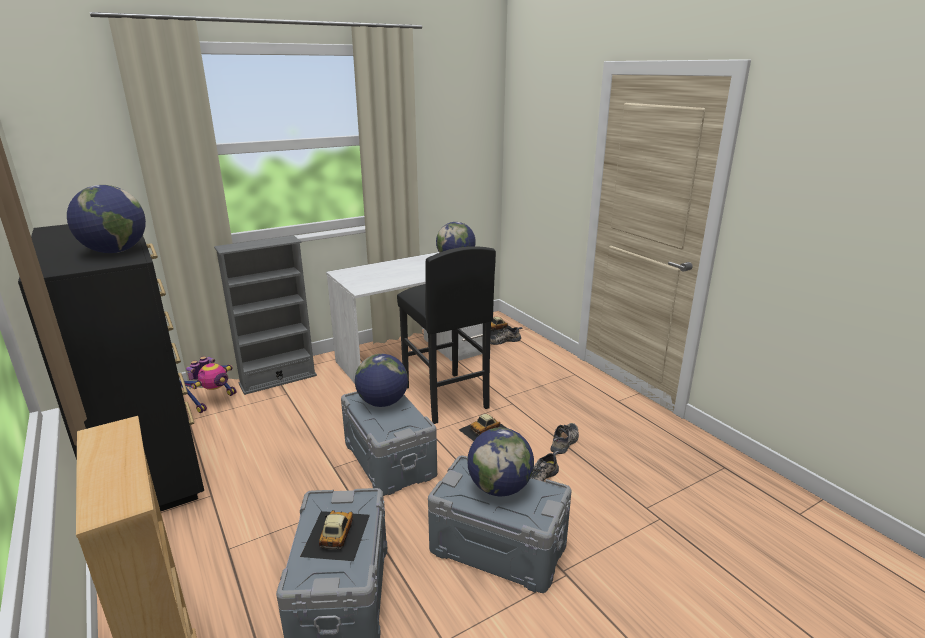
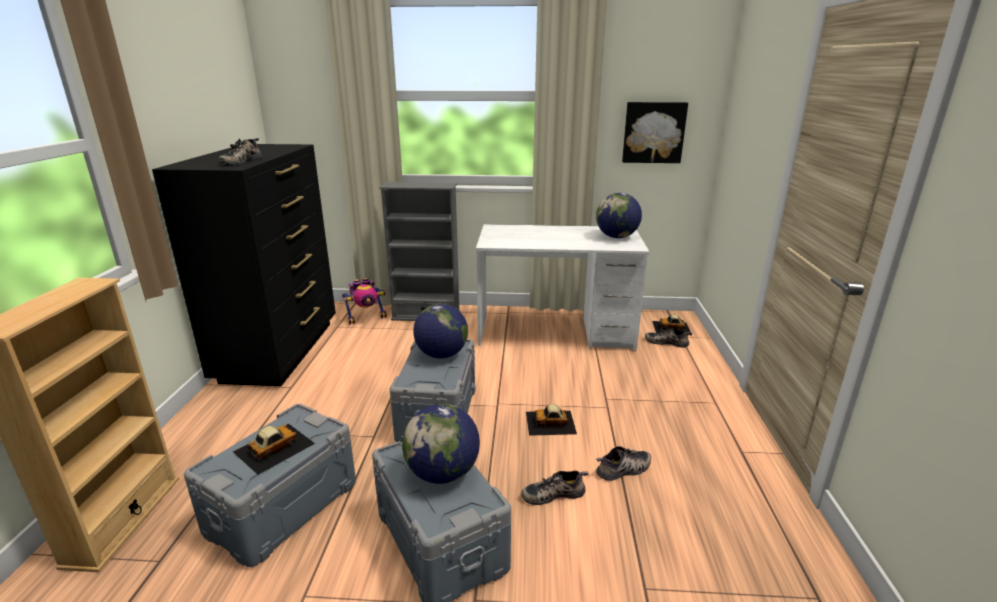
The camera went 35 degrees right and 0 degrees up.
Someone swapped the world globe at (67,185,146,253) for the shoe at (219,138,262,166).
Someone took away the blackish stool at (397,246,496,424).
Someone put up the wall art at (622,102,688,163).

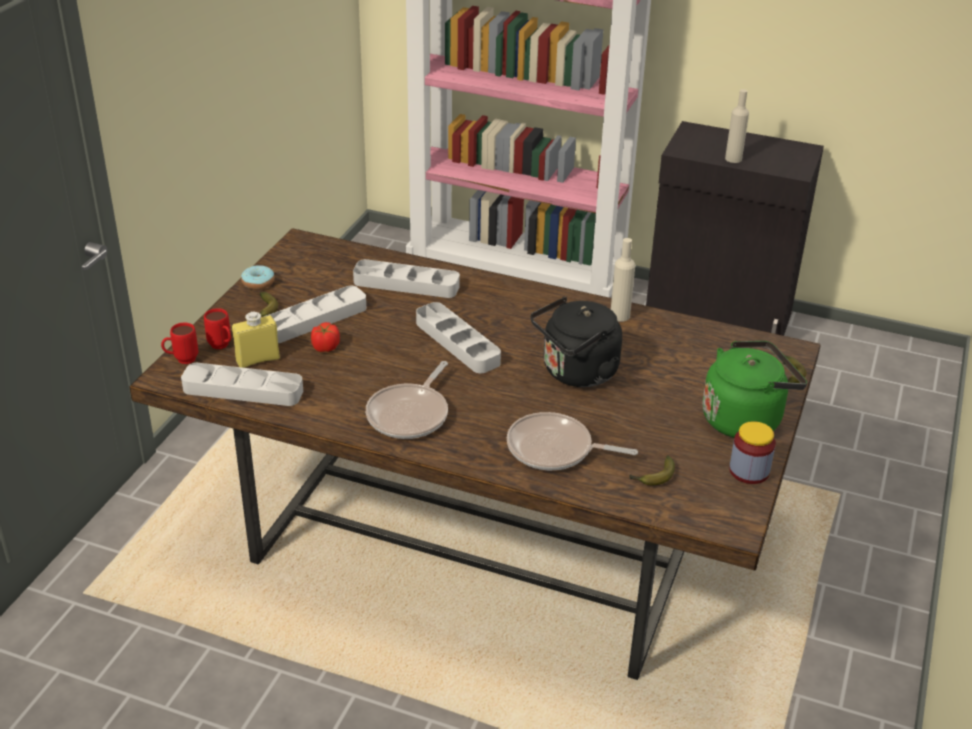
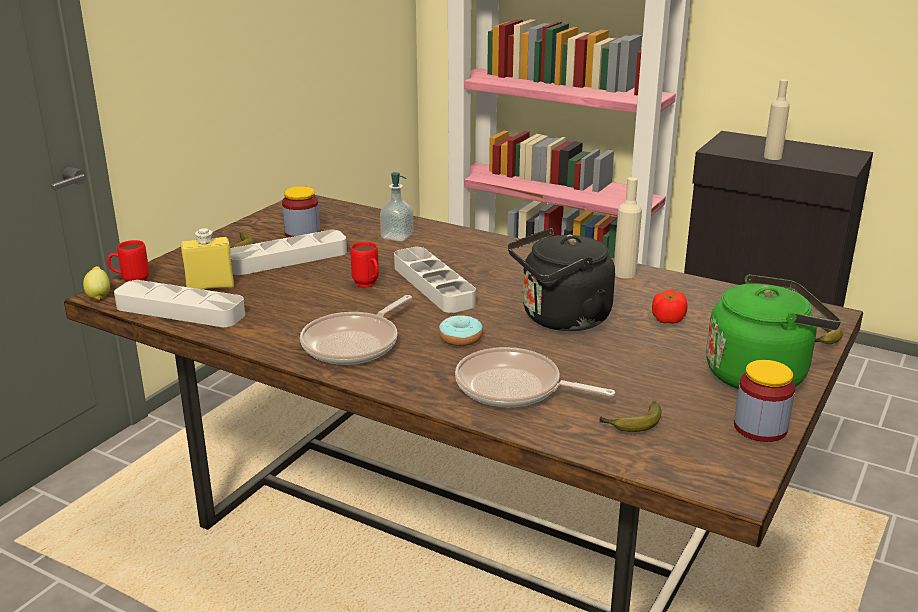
The camera went 10 degrees right and 10 degrees down.
Someone carried the red-coloured coffee mug from (204,308,231,349) to (350,242,379,288).
Someone carried the ring doughnut from (241,265,275,290) to (439,315,483,346).
Someone carried the fresh tomato from (311,322,340,352) to (652,290,687,324).
Someone swapped the gray tray at (353,259,460,298) for the soap dispenser at (380,172,414,242).
Someone put down the lemon at (83,266,110,300).
Someone put down the jar at (282,186,320,238).

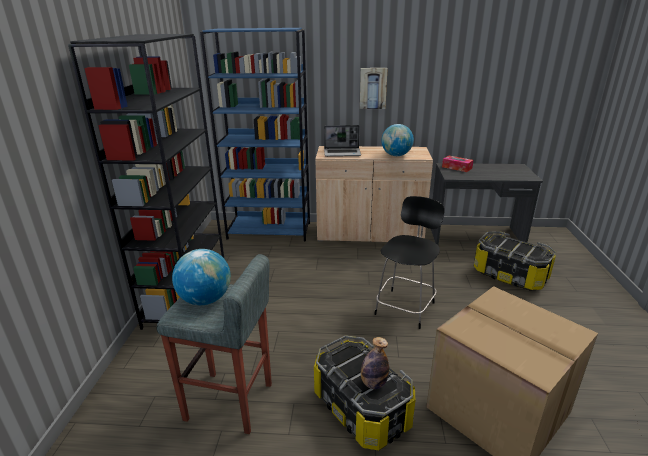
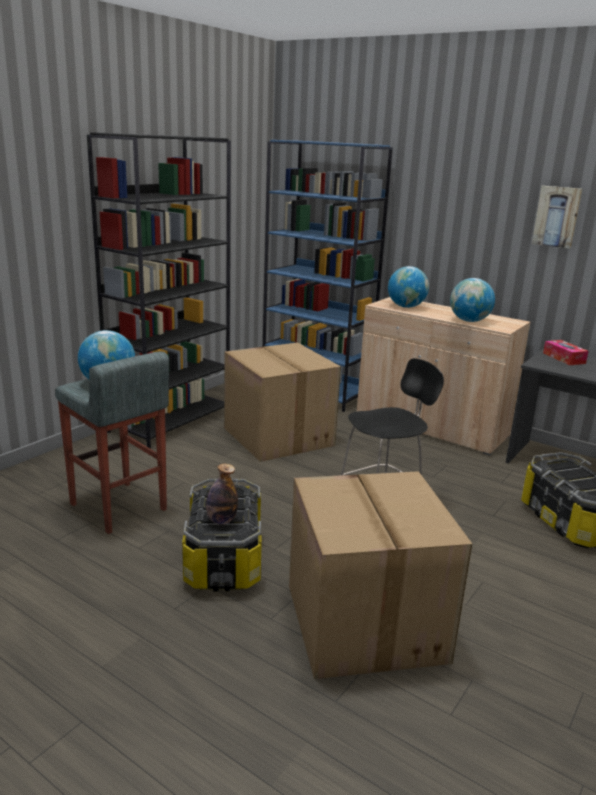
The camera went 30 degrees right and 5 degrees down.
Someone swapped the notebook computer at (324,125,361,157) for the world globe at (388,266,429,308).
Someone carried the wall art from (360,68,388,109) to (532,186,583,249).
Someone put down the carton at (224,343,341,462).

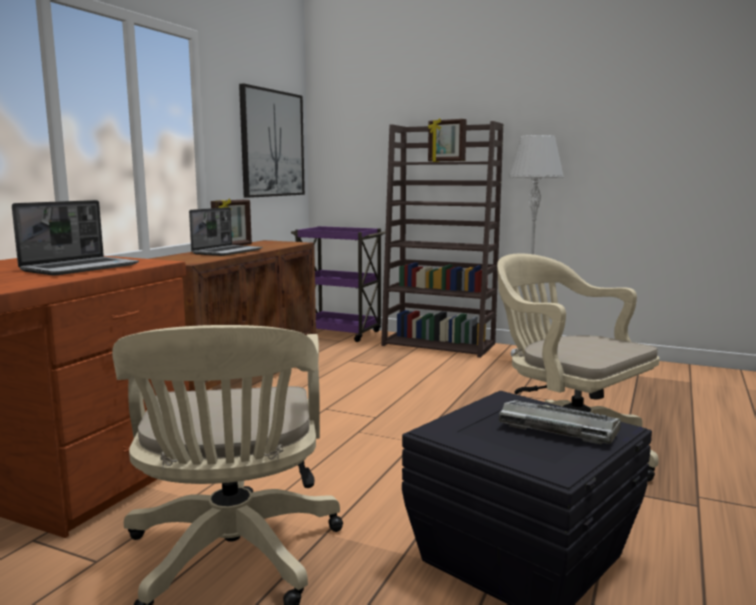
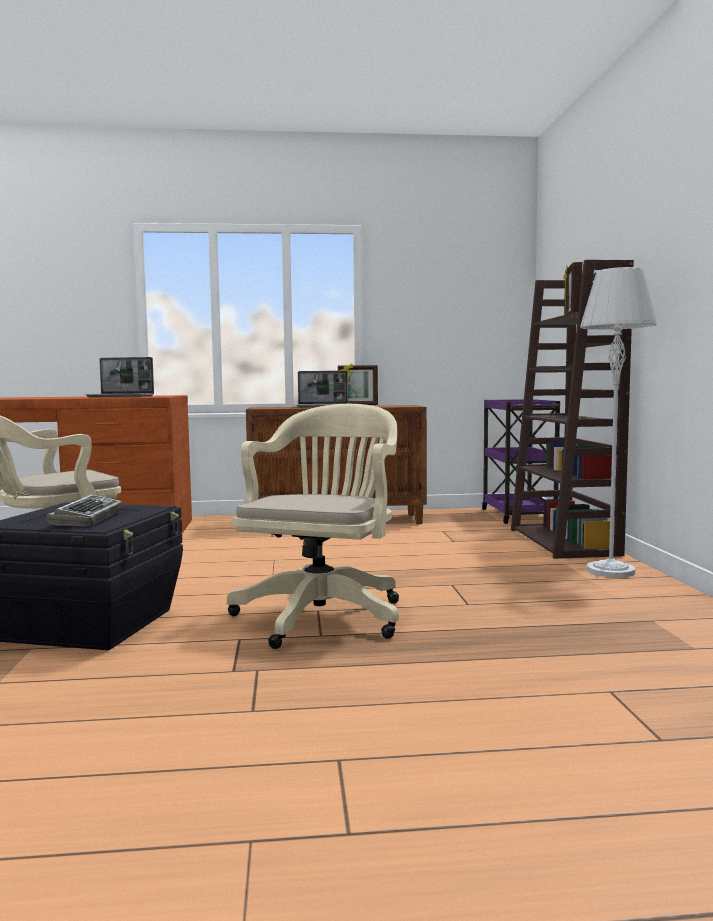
The camera went 60 degrees right and 5 degrees down.
Someone took away the wall art at (239,83,305,198).

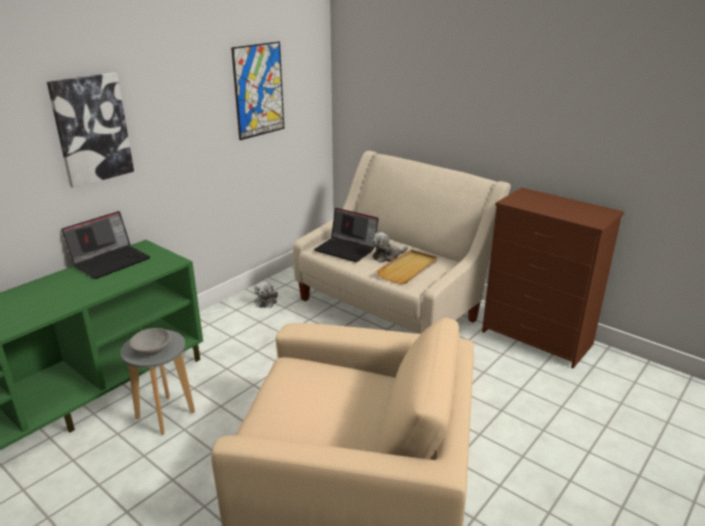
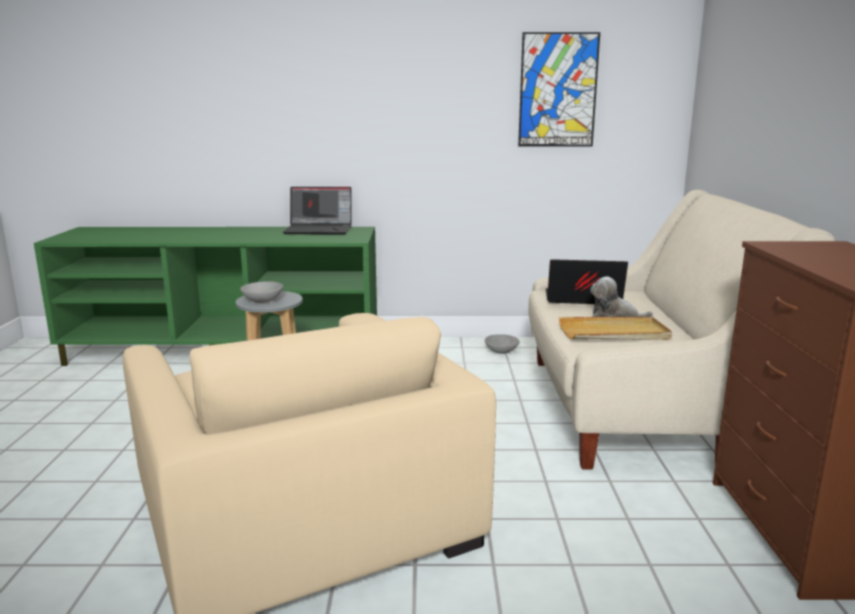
The camera went 50 degrees right and 10 degrees down.
Someone took away the wall art at (47,73,134,188).
Someone swapped the soft toy at (254,282,278,308) for the gray deep dish at (485,334,519,354).
Someone rotated the notebook computer at (314,208,379,262) by 105 degrees clockwise.

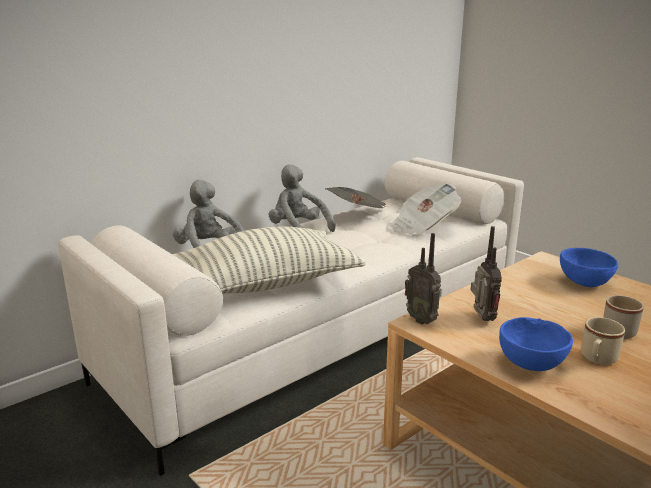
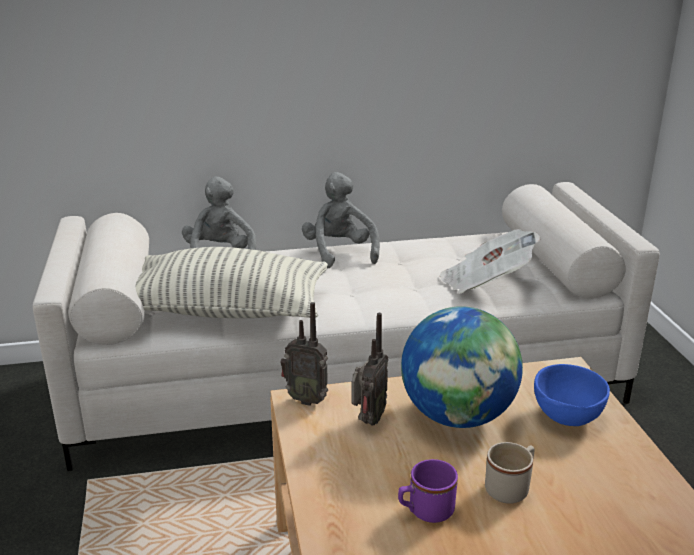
The camera went 30 degrees right and 5 degrees up.
Someone took away the newspaper at (325,187,387,208).
Someone rotated the radio set at (405,233,442,324) by 60 degrees counterclockwise.
Someone took away the bluish deep dish at (499,317,573,371).
Someone repainted the beige coffee mug at (581,317,625,365), which became the purplish coffee mug at (398,459,458,523).
Someone put down the world globe at (401,306,523,428).

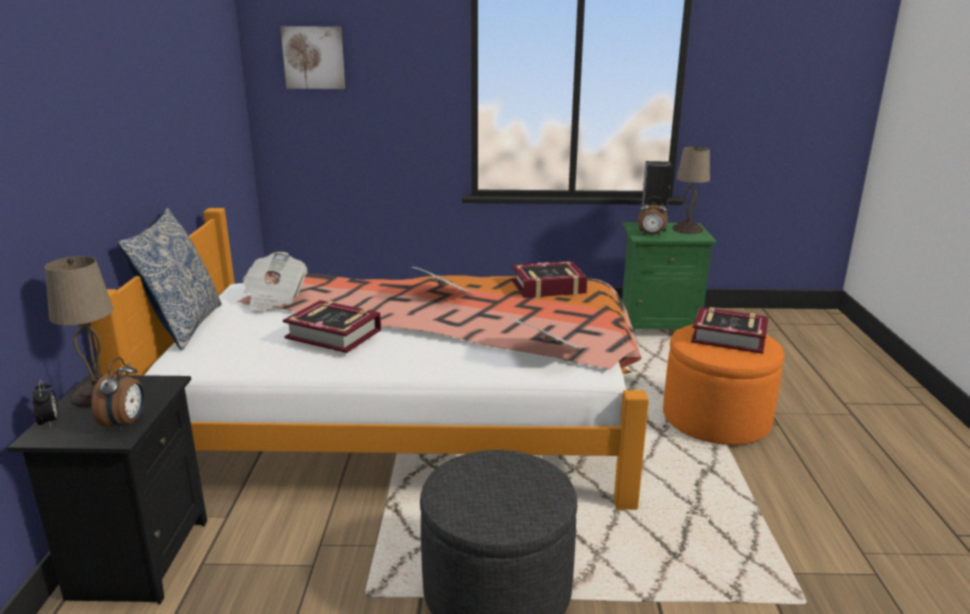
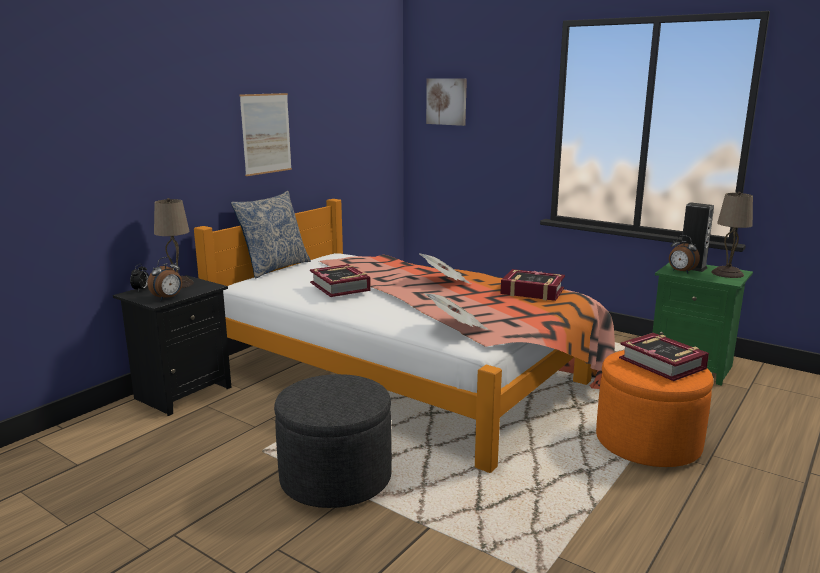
The camera went 35 degrees right and 5 degrees down.
Someone took away the newspaper at (243,252,308,310).
Someone put up the wall art at (240,93,292,176).

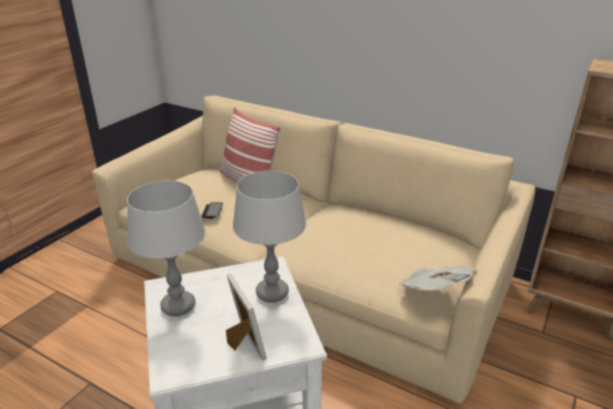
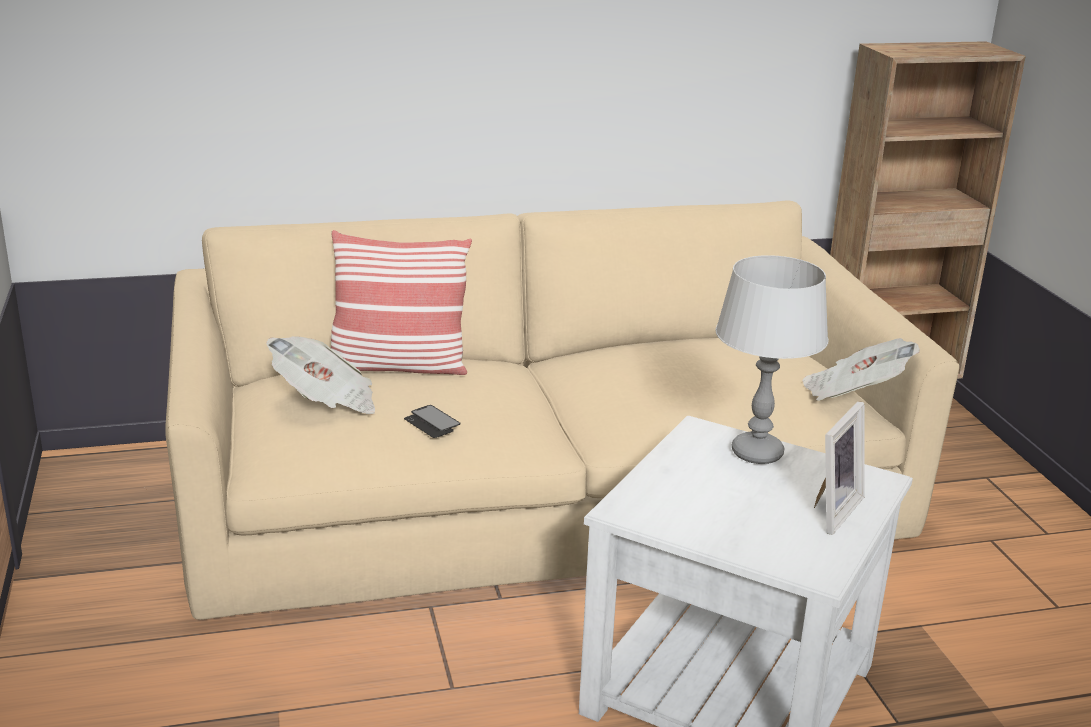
The camera went 45 degrees left and 5 degrees down.
Someone took away the gray table lamp at (127,181,206,316).
Someone rotated the standing frame at (226,273,267,361) by 105 degrees clockwise.
Someone put down the newspaper at (266,336,375,414).

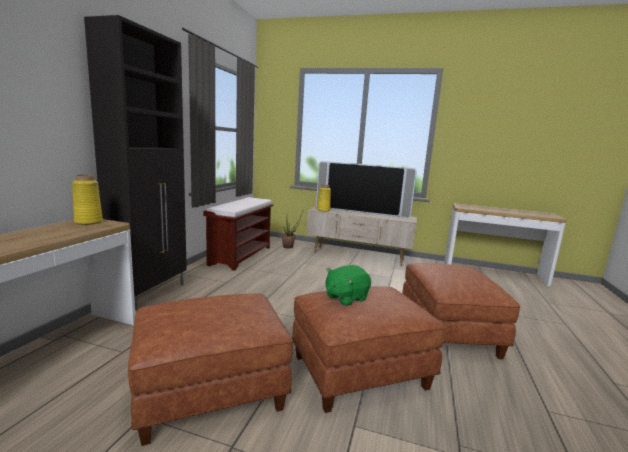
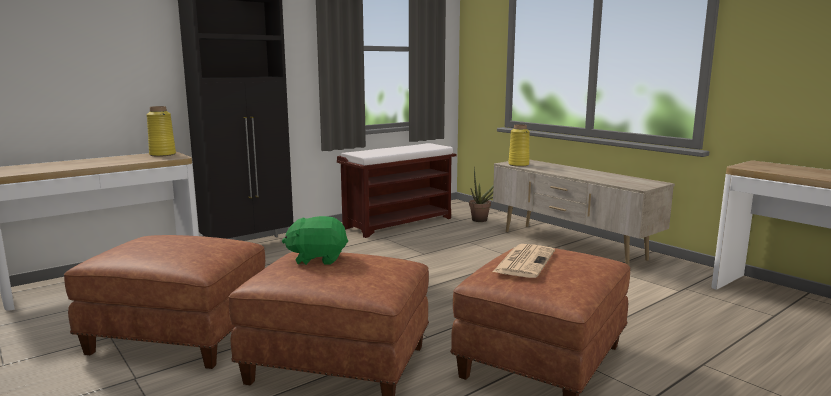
The camera went 35 degrees right and 0 degrees up.
Someone took away the TV at (316,161,417,218).
Someone put down the newspaper at (493,244,555,278).

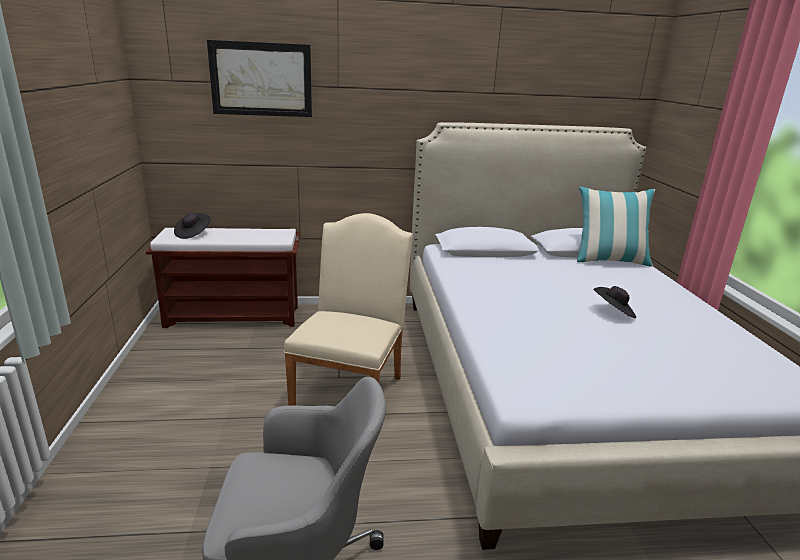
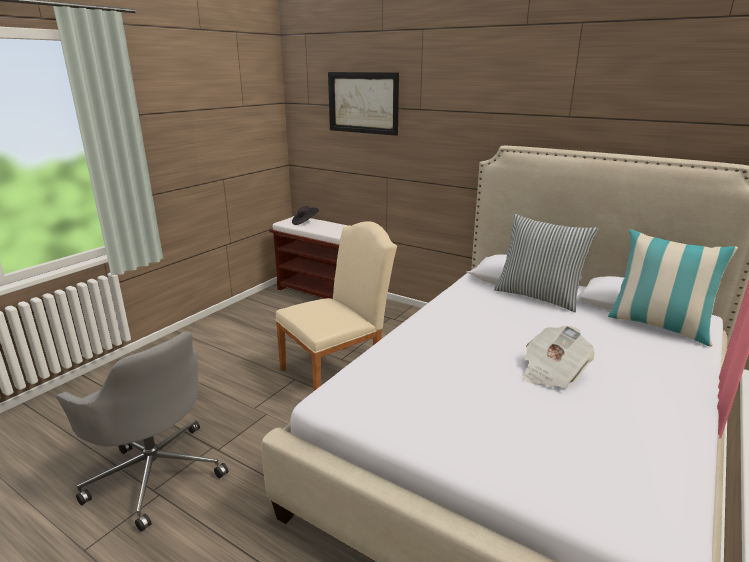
The camera went 40 degrees right and 0 degrees up.
Someone swapped the blackish hat at (593,286,636,318) for the newspaper at (523,326,595,388).
Someone put down the cushion at (494,214,598,312).

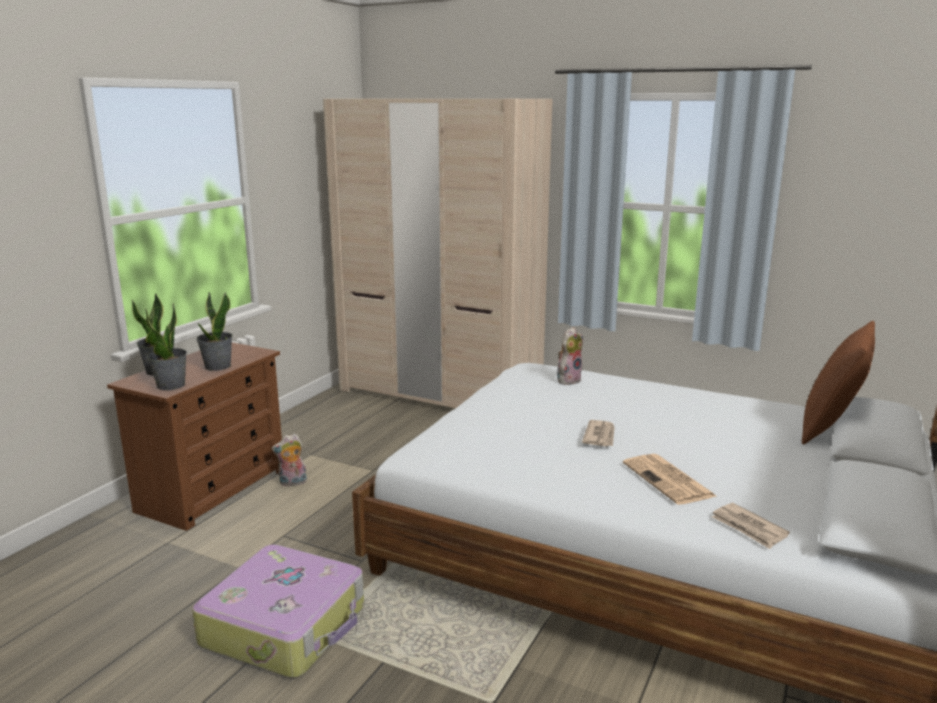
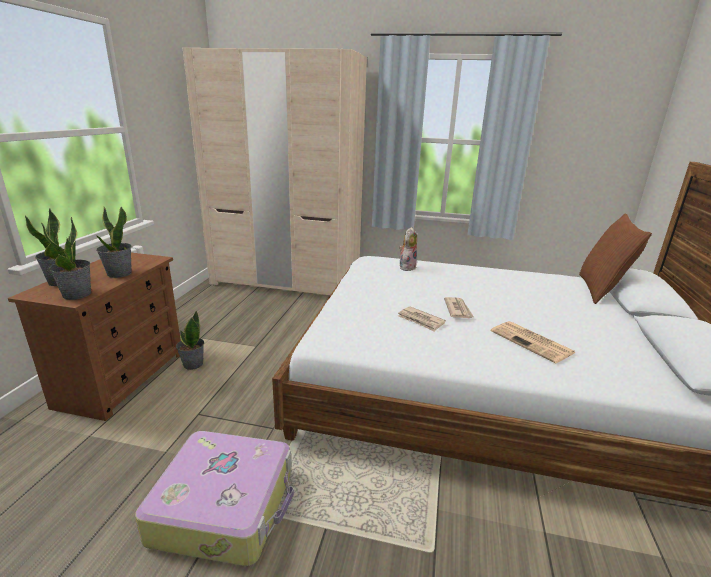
The camera went 15 degrees left and 5 degrees up.
Someone swapped the soft toy at (272,434,307,487) for the plant in a pot at (176,310,204,370).
Someone carried the newspaper from (712,503,790,549) to (398,306,446,332).

